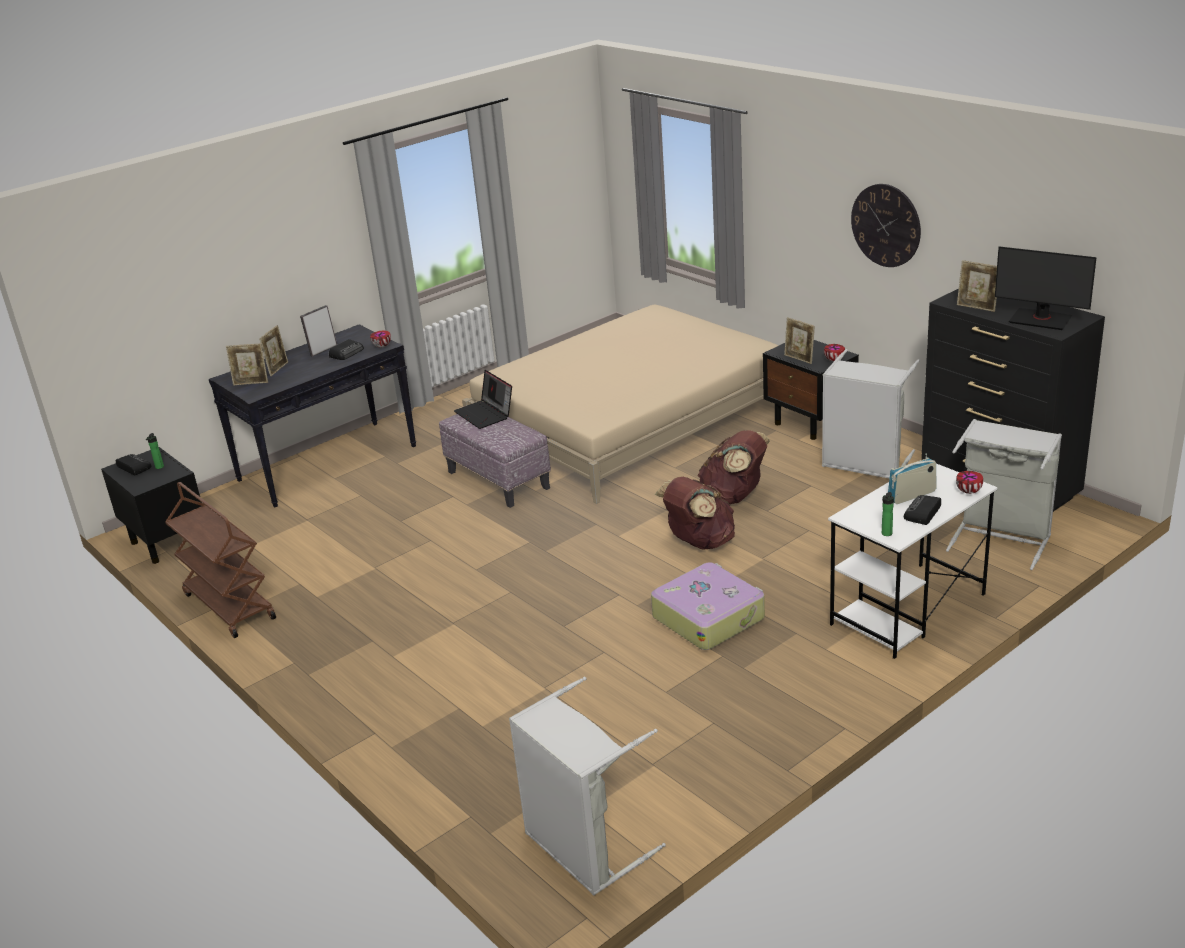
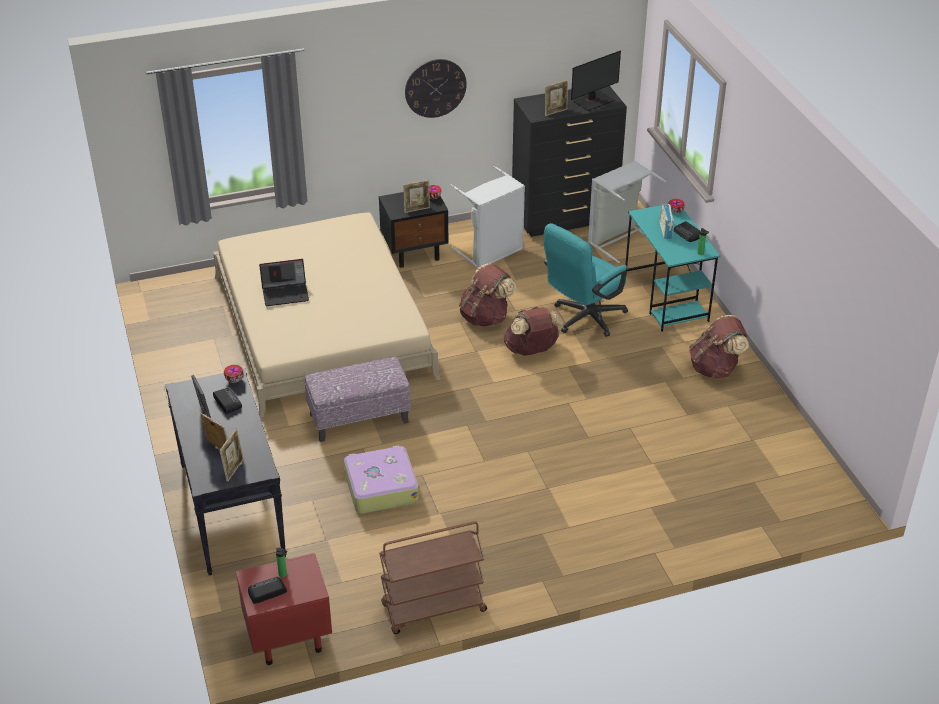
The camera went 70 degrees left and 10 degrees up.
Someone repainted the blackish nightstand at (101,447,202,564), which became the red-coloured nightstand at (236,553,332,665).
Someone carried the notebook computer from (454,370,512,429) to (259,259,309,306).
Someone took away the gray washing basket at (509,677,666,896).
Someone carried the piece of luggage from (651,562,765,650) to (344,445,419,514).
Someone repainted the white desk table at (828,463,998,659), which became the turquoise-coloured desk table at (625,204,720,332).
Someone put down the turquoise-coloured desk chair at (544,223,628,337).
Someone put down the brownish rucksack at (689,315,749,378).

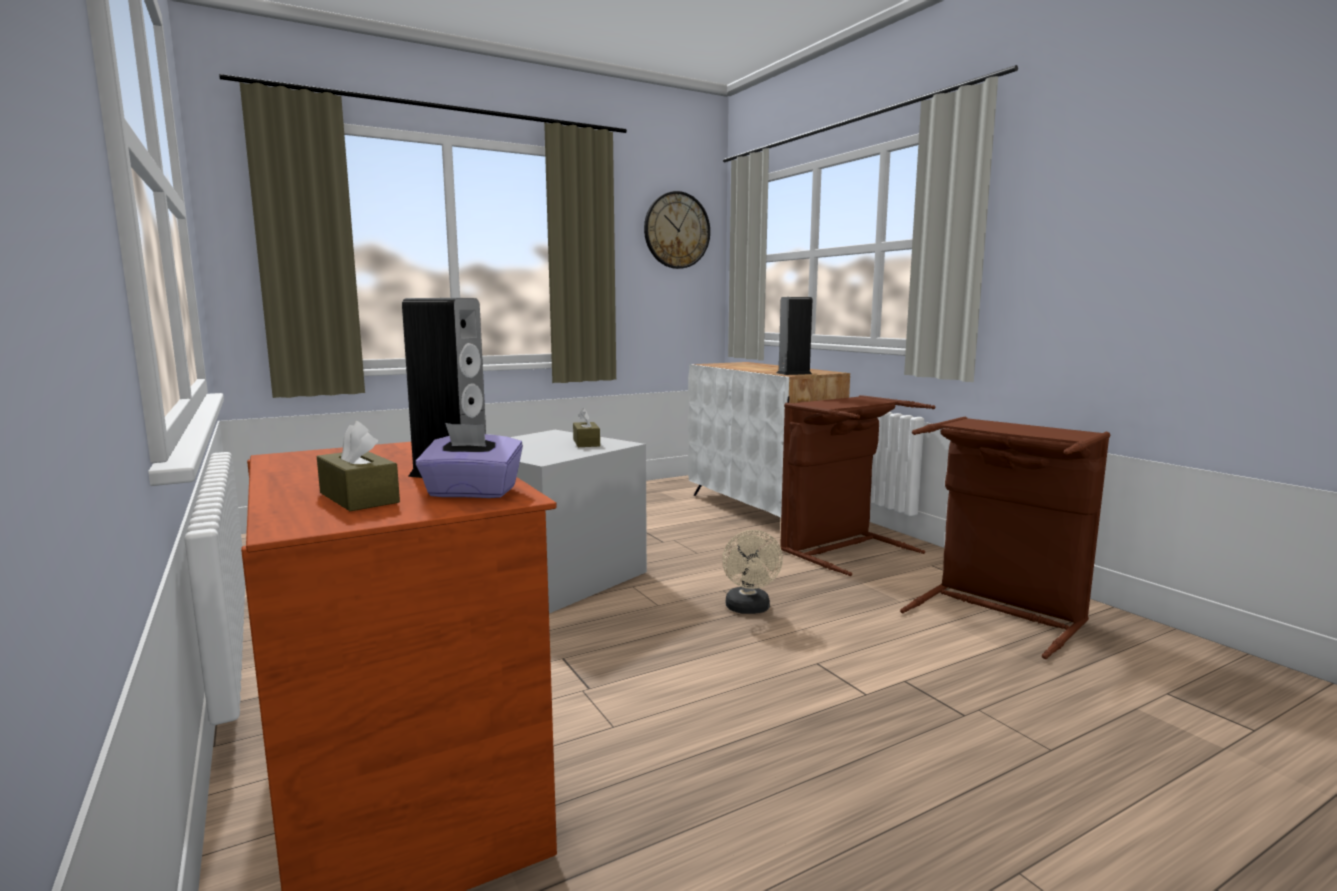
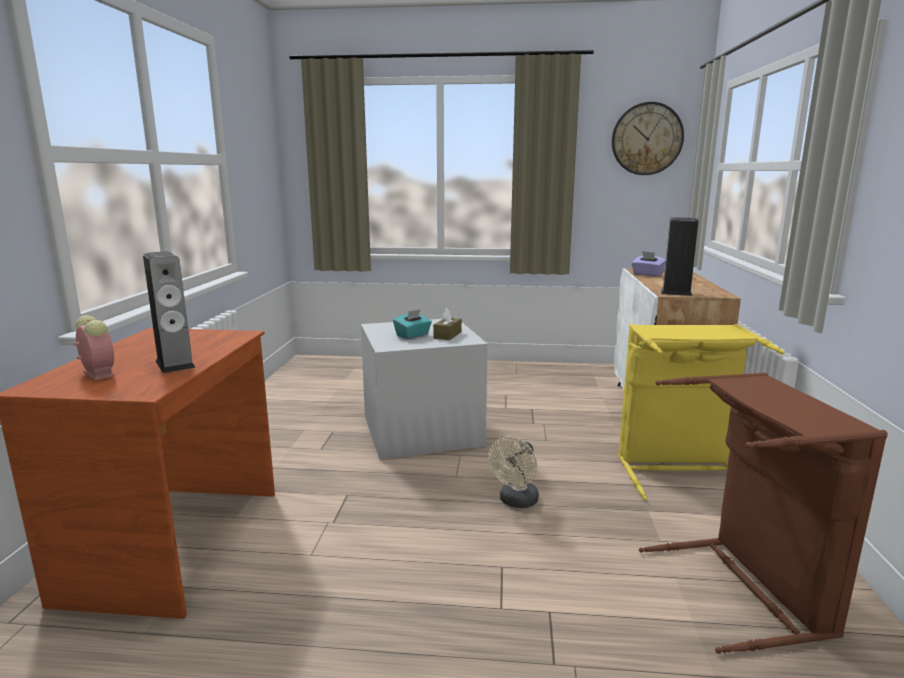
The camera went 35 degrees right and 5 degrees up.
Someone swapped the brownish box of tissues at (317,421,400,511) for the alarm clock at (74,315,115,381).
Someone carried the purplish box of tissues from (416,423,523,498) to (631,251,666,277).
Someone repainted the brownish washing basket at (780,395,936,576), which became the yellow-coloured washing basket at (618,324,785,501).
Someone put down the turquoise-coloured box of tissues at (393,309,432,339).

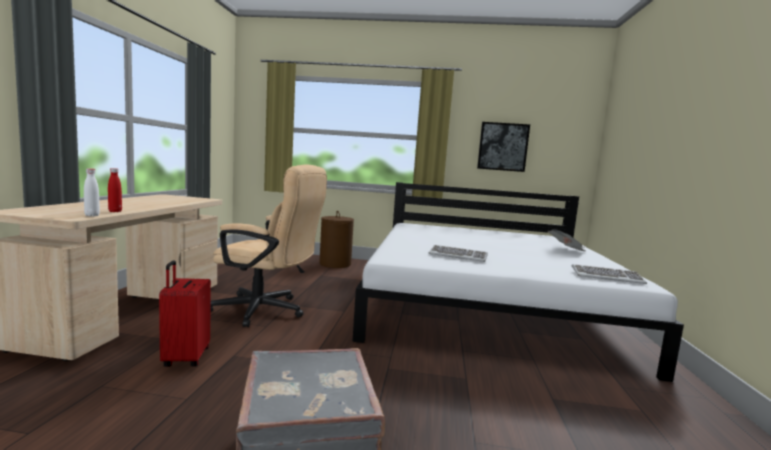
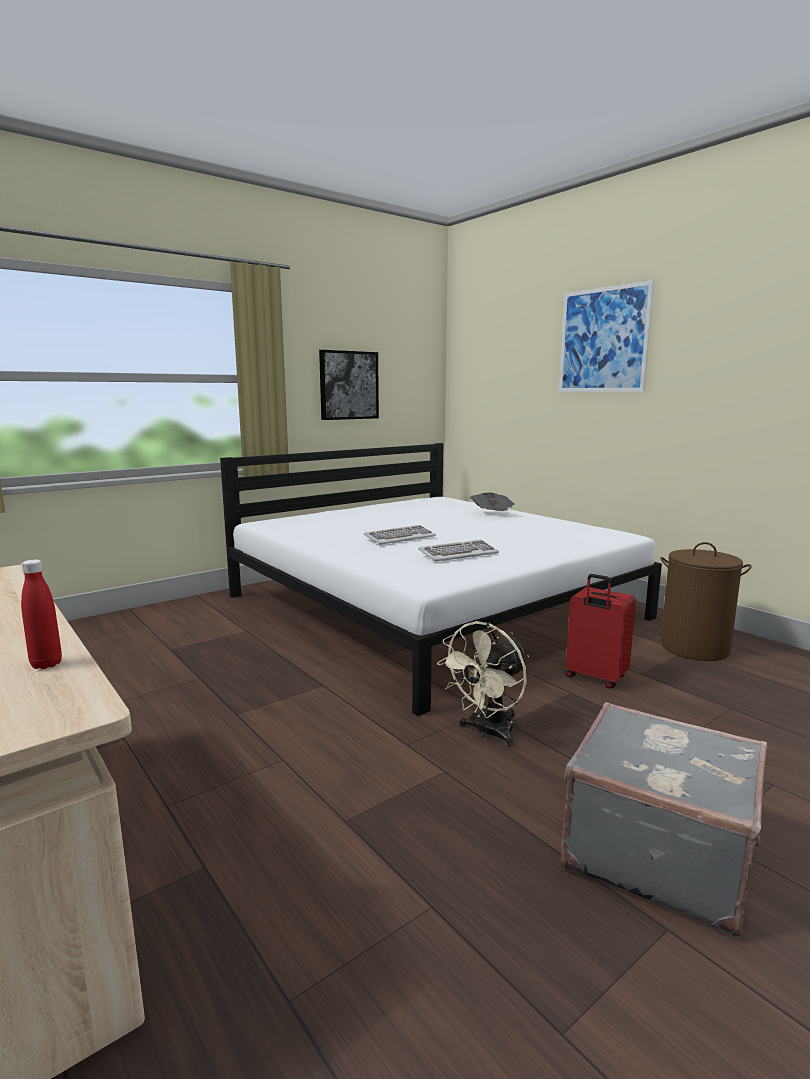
The camera went 45 degrees left and 5 degrees up.
Someone took away the white bottle at (84,169,100,216).
Someone carried the red-coloured piece of luggage from (159,260,211,367) to (565,574,636,689).
Someone took away the beige desk chair at (210,165,327,327).
Someone carried the brownish washing basket from (319,211,354,268) to (660,542,752,661).
Someone carried the PC keyboard from (572,264,647,284) to (364,525,436,544).
Someone put down the beige fan at (437,621,529,747).
Someone put up the wall art at (559,280,654,392).

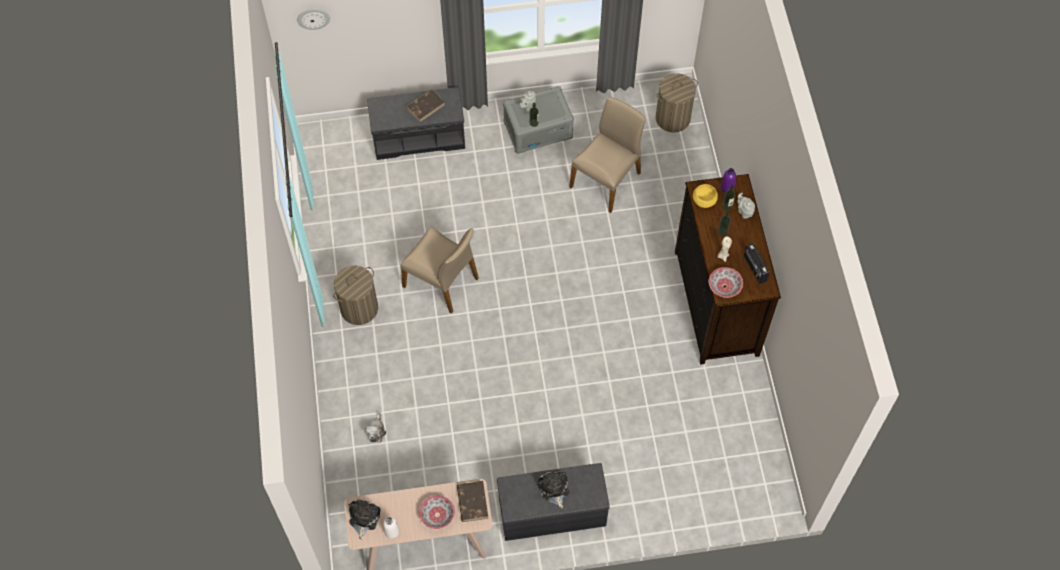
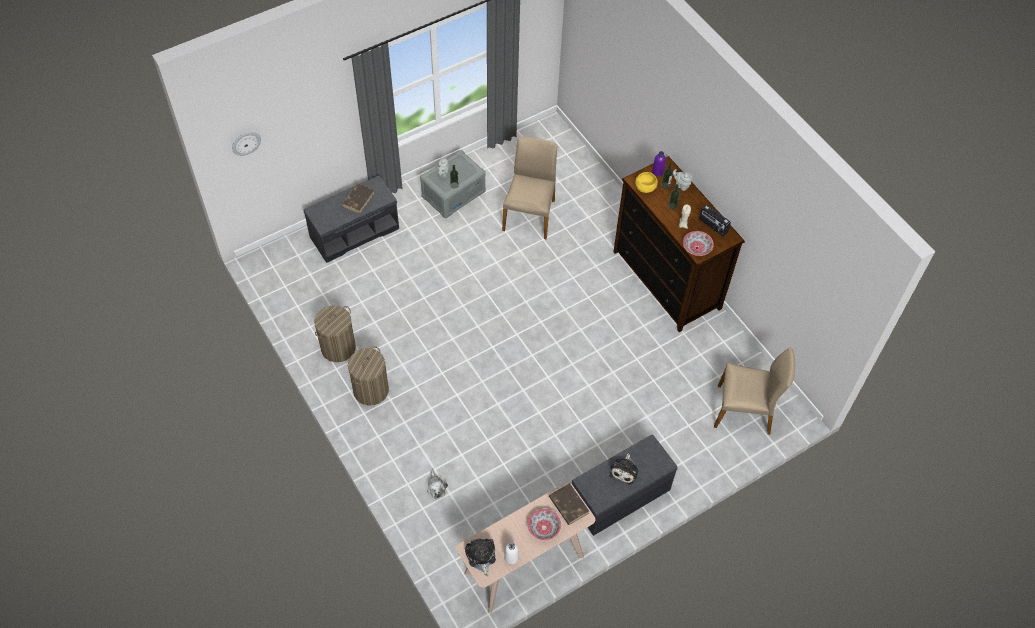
The camera went 25 degrees left and 5 degrees down.
Someone carried the beige upright chair from (401,227,479,314) to (714,348,795,435).
Someone rotated the soft toy at (538,471,569,509) by 120 degrees counterclockwise.
Someone carried the washing basket from (656,73,698,132) to (314,306,356,362).

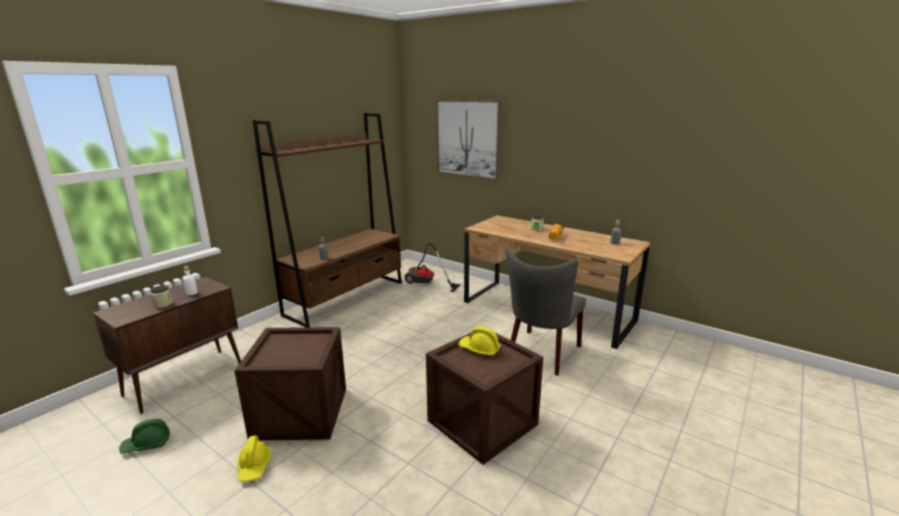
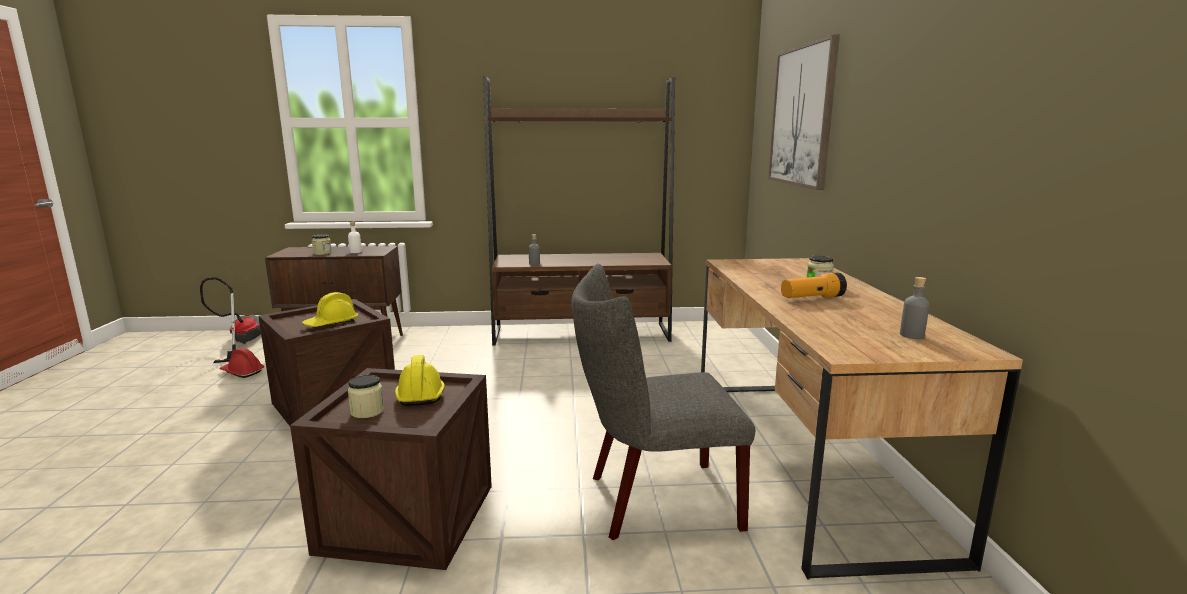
The camera went 50 degrees right and 5 degrees down.
Someone repainted the green-coloured work helmet at (119,419,170,454), which became the red-coloured work helmet at (219,348,264,378).
Someone carried the yellow-coloured work helmet from (237,435,271,481) to (302,292,358,327).
Someone carried the vacuum cleaner from (404,243,461,292) to (200,277,261,363).
Someone put down the jar at (348,375,384,418).

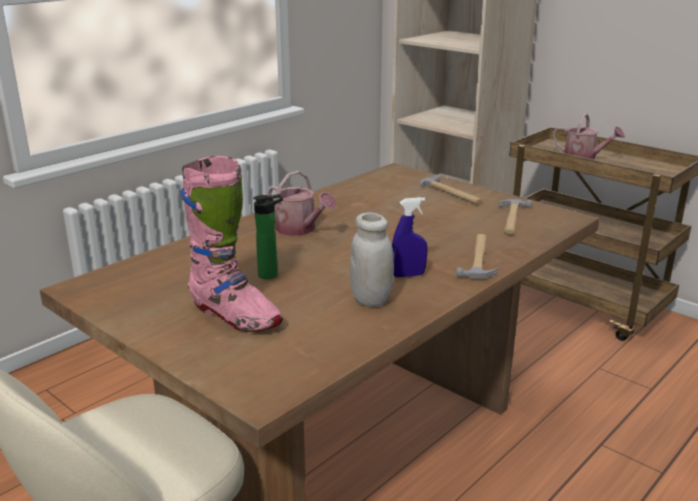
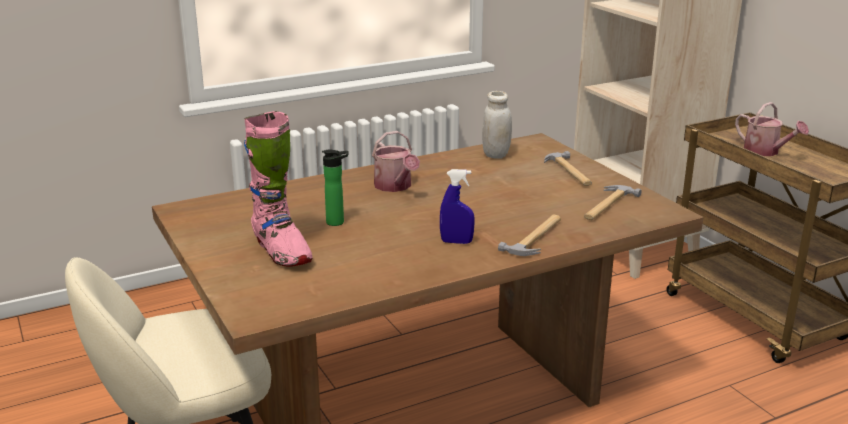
The camera went 20 degrees right and 0 degrees up.
Someone carried the white jar from (350,213,394,307) to (482,91,512,159).

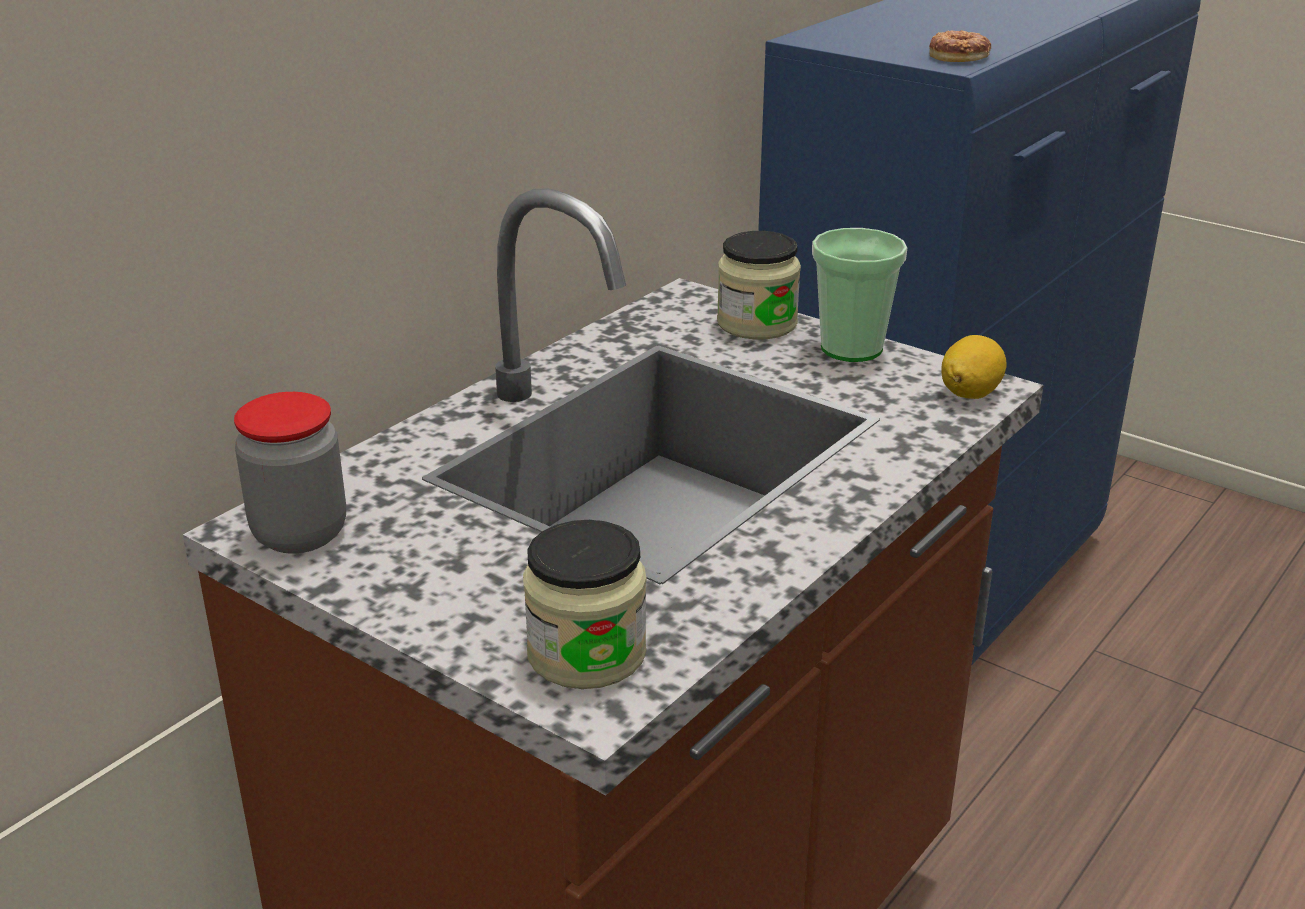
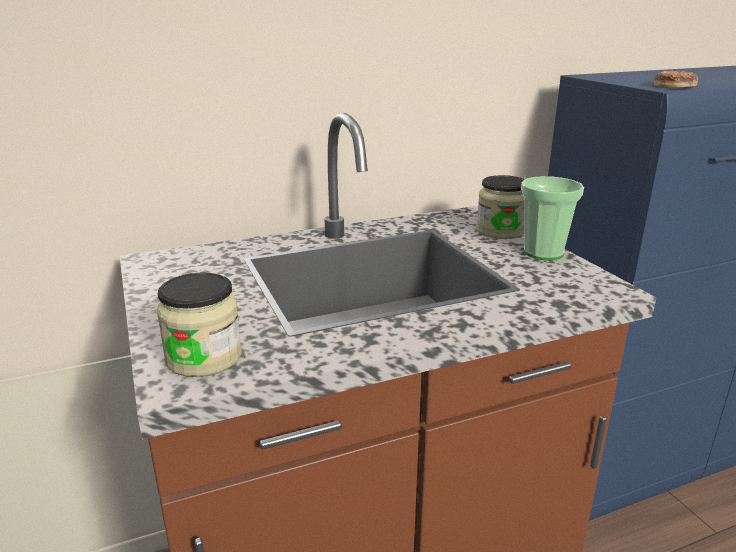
The camera went 30 degrees right and 5 degrees down.
Someone took away the jar at (234,392,346,554).
Someone took away the lemon at (942,335,1006,399).

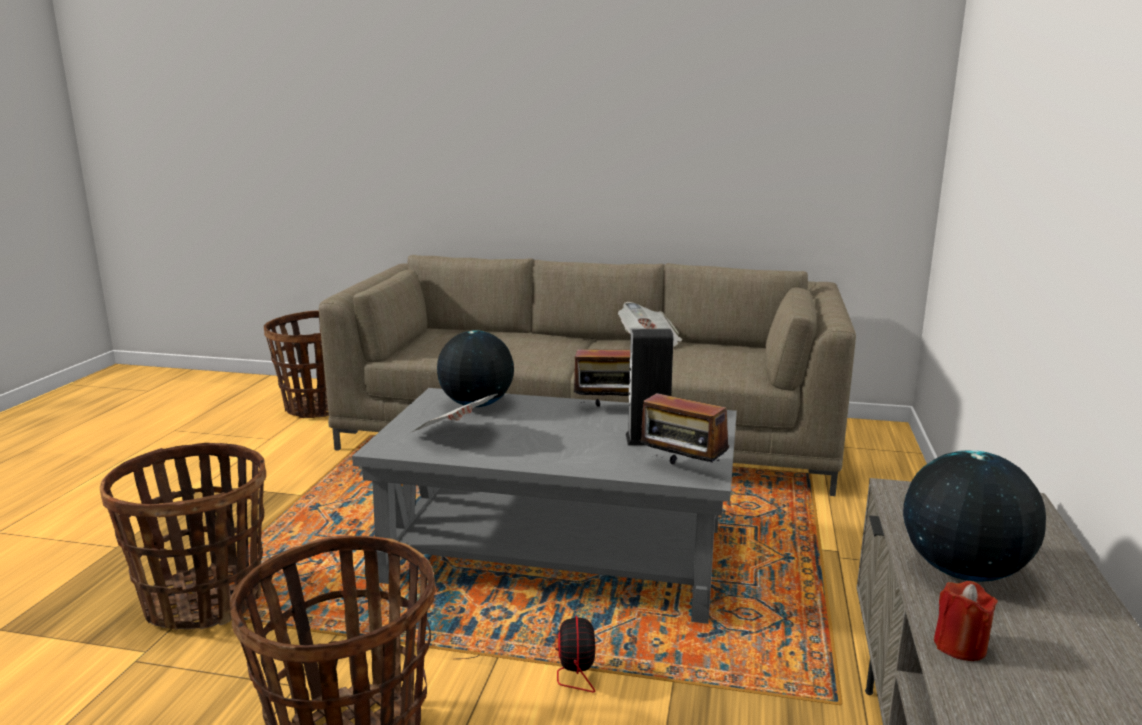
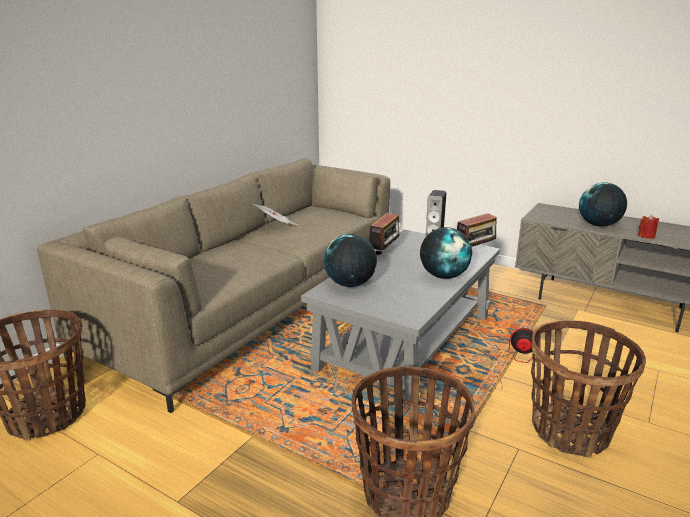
The camera went 70 degrees left and 5 degrees up.
Someone took away the newspaper at (412,394,498,432).
Someone put down the world globe at (420,227,472,279).

